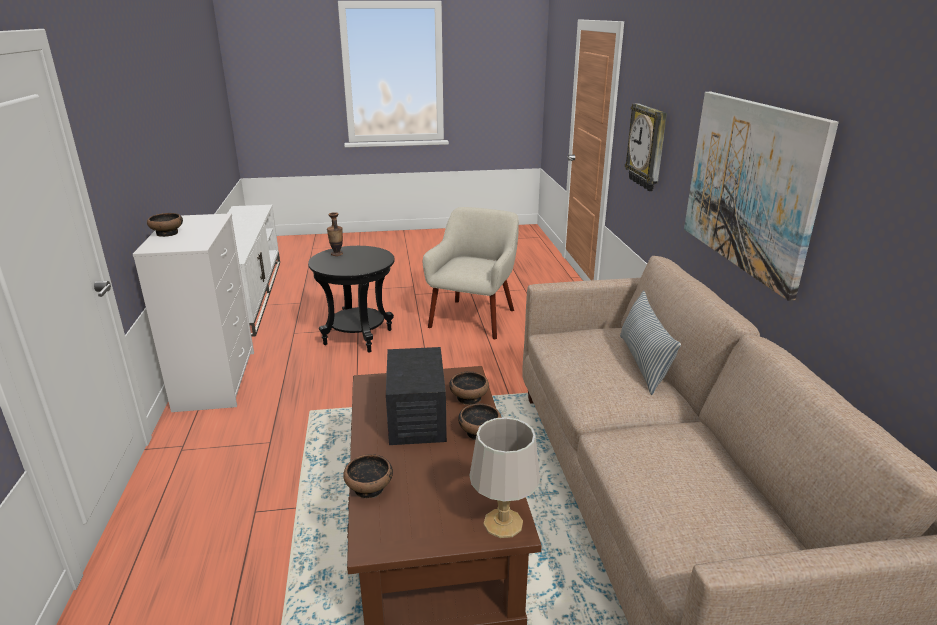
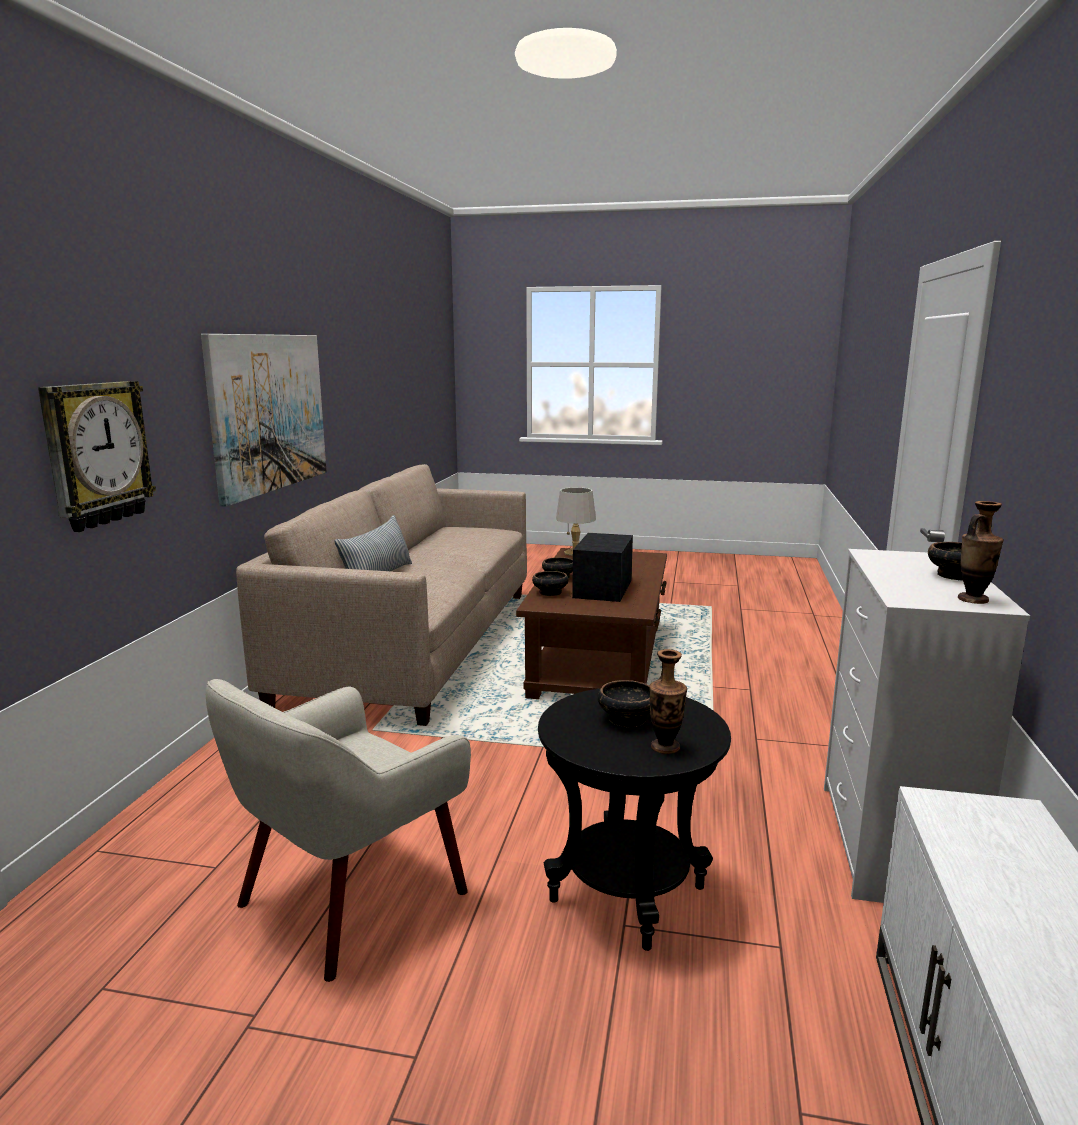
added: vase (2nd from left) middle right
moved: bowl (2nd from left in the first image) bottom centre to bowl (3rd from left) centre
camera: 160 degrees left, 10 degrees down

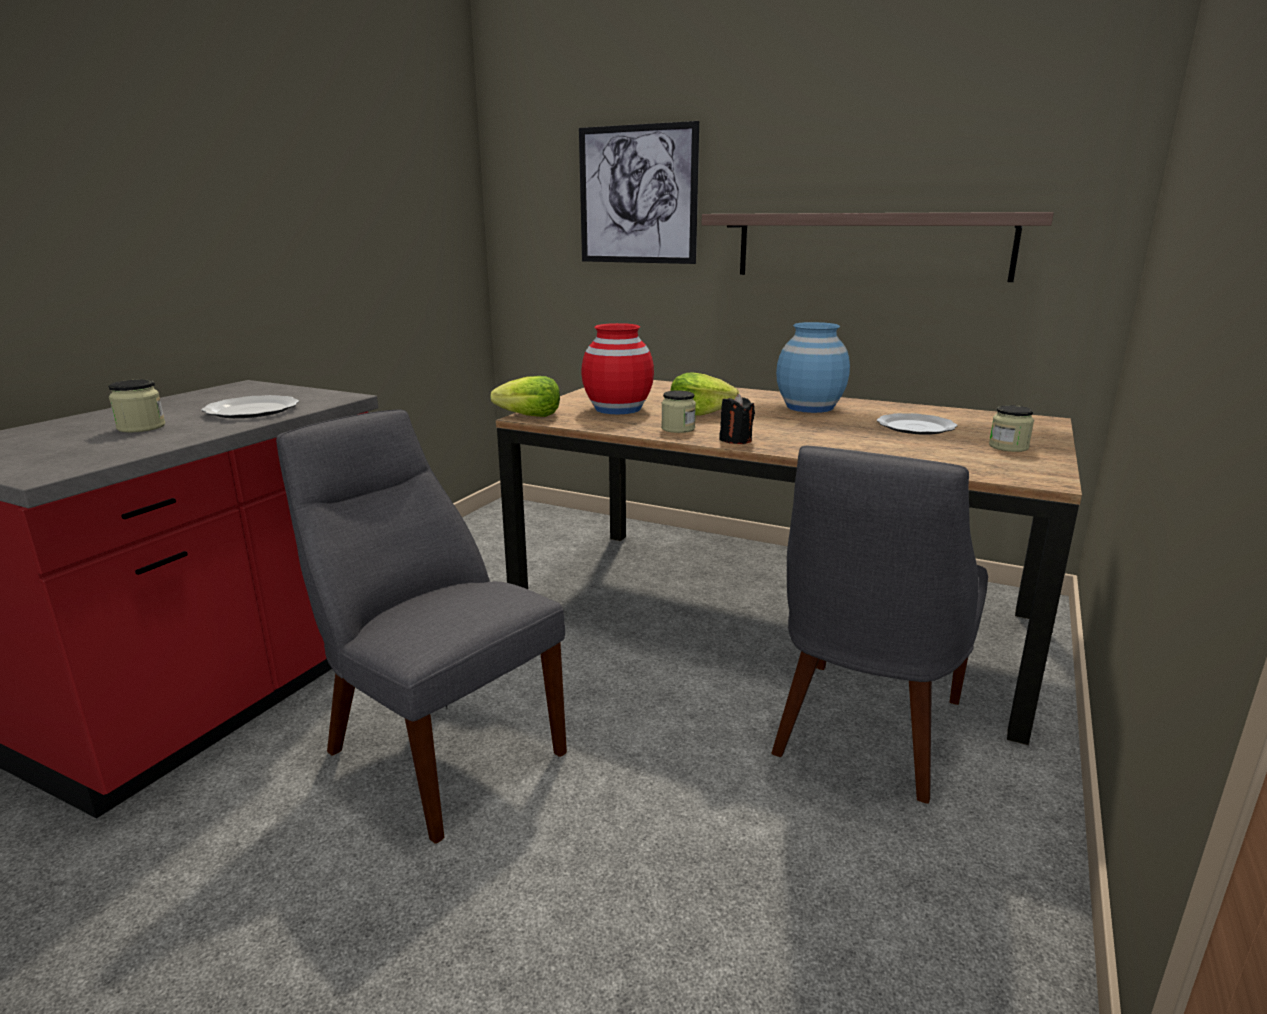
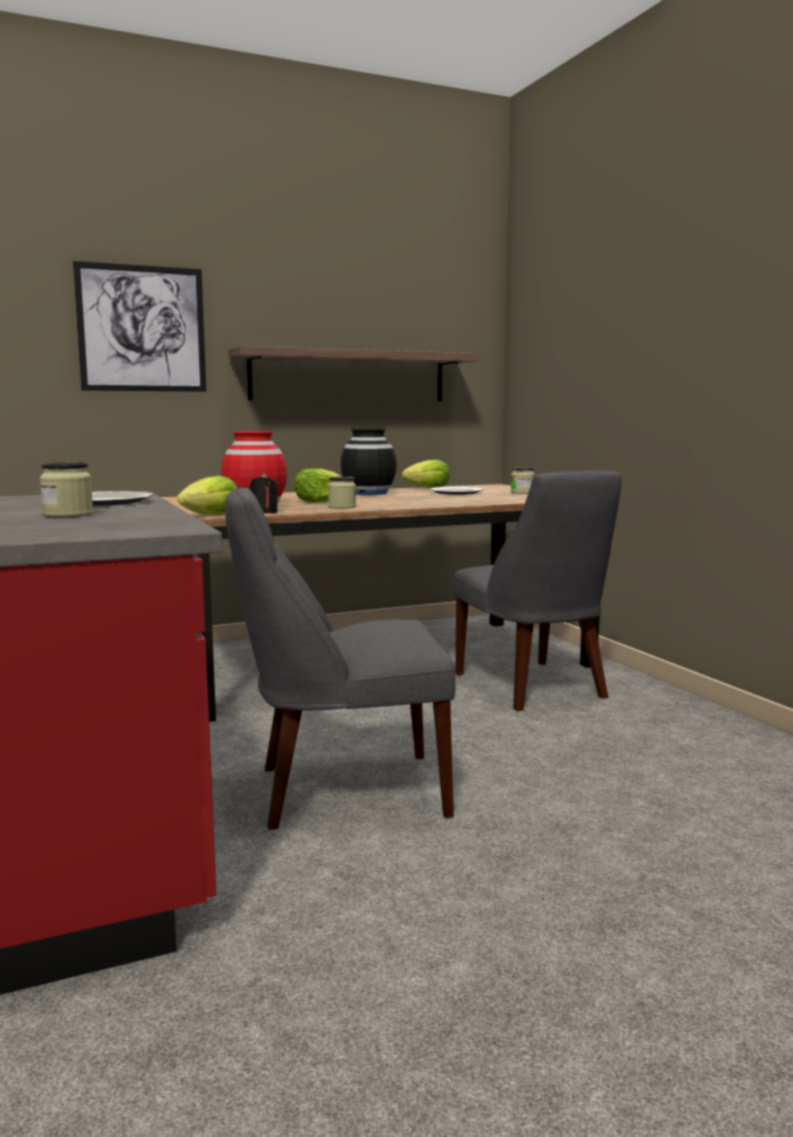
added: lettuce (3rd from left) centre
moved: black candle centre to middle left
recoloured: blue vase centre to black vase centre
camera: 50 degrees left, 10 degrees down

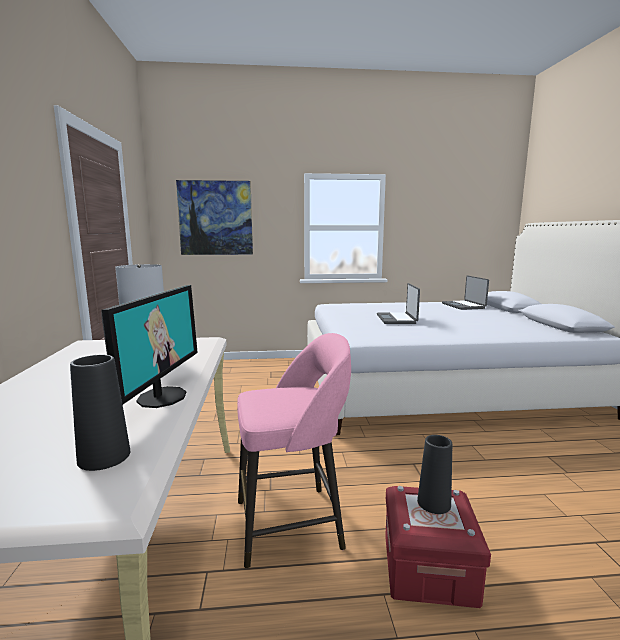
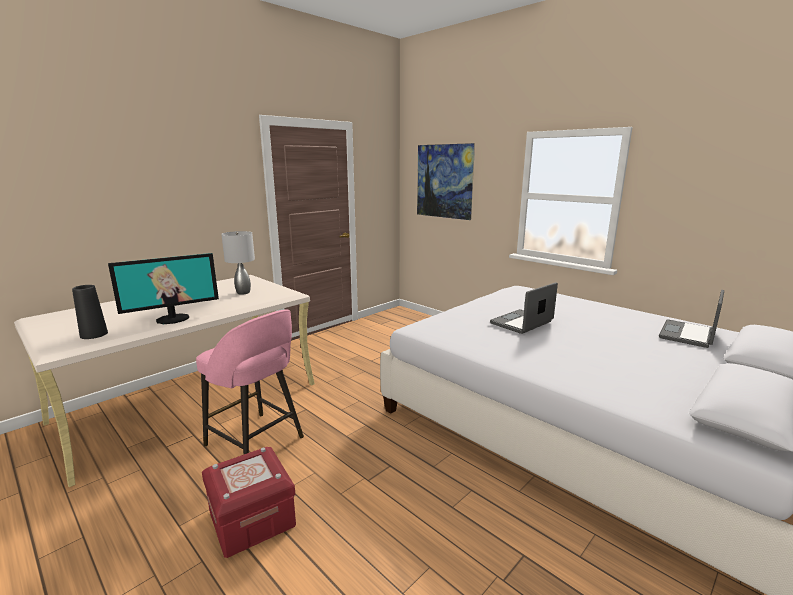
removed: black vase (2nd from left) bottom right
camera: 50 degrees right, 5 degrees up

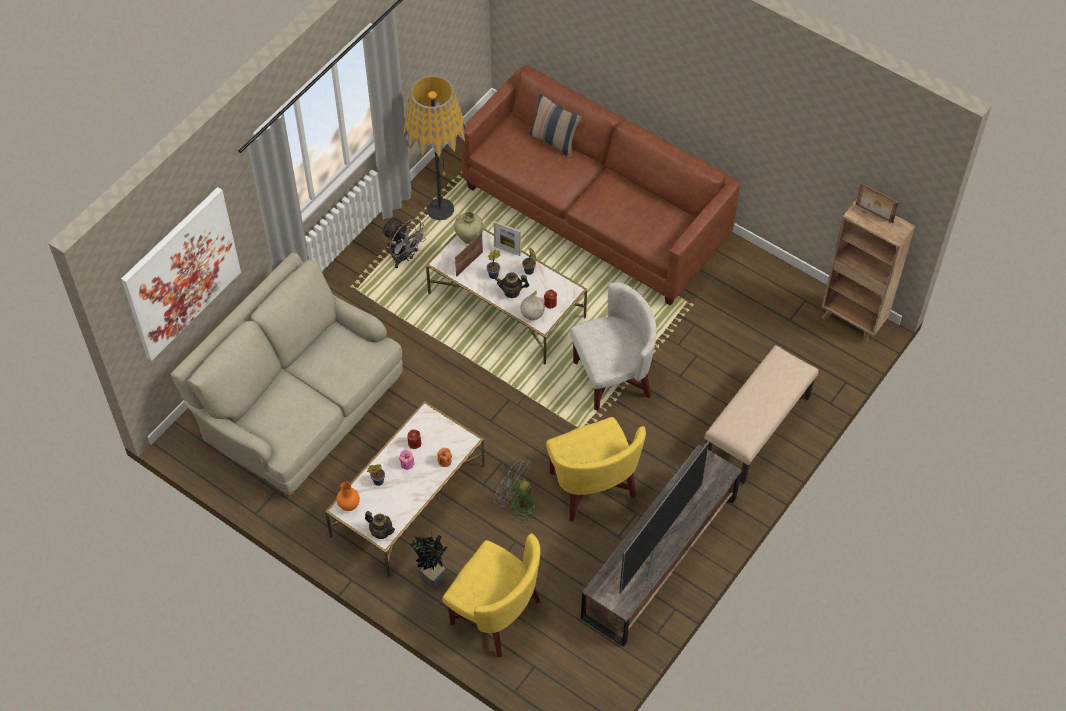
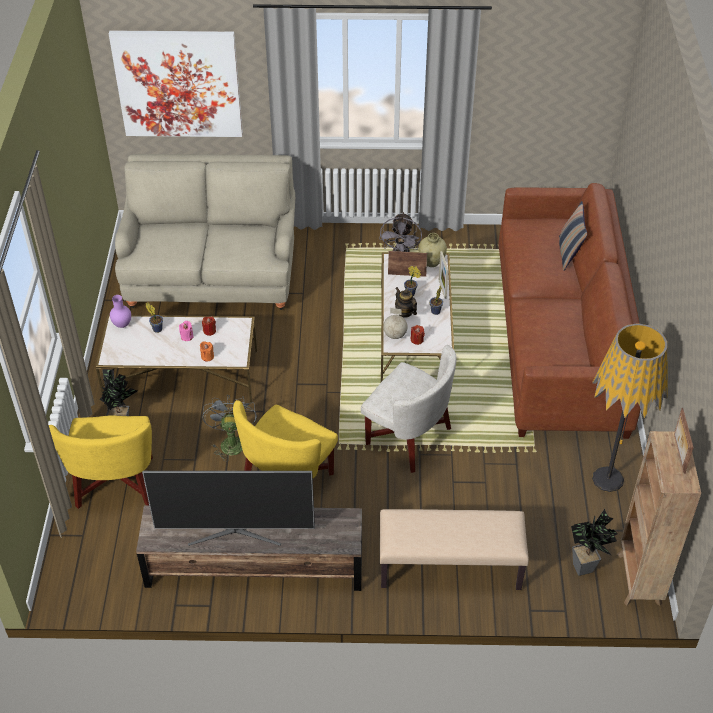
removed: teapot (1st from left) bottom centre
added: potted plant (5th from left) bottom right
moved: floor lamp top centre to middle right
recoloured: orange vase bottom left to purple vase middle left
camera: 55 degrees right, 10 degrees down

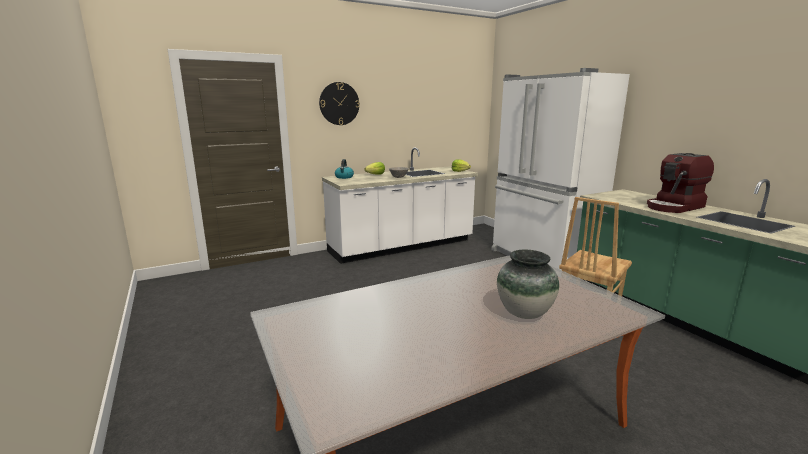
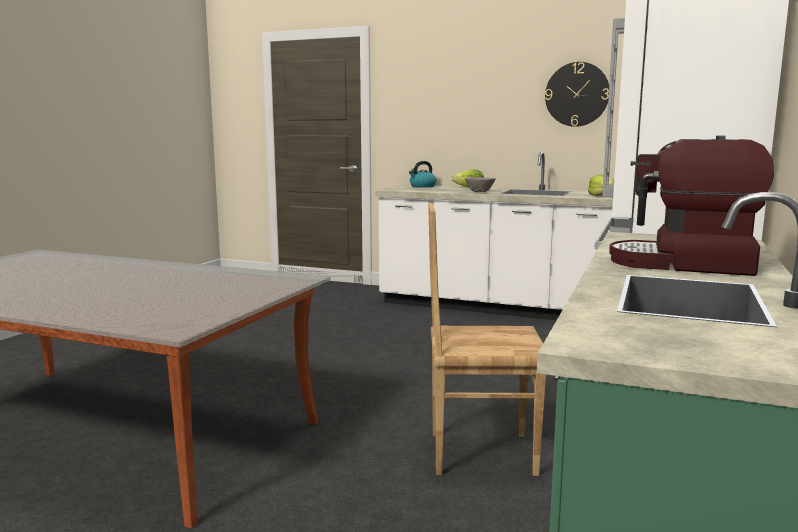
removed: vase centre
moved: wall clock top centre to top right
camera: 50 degrees right, 5 degrees down

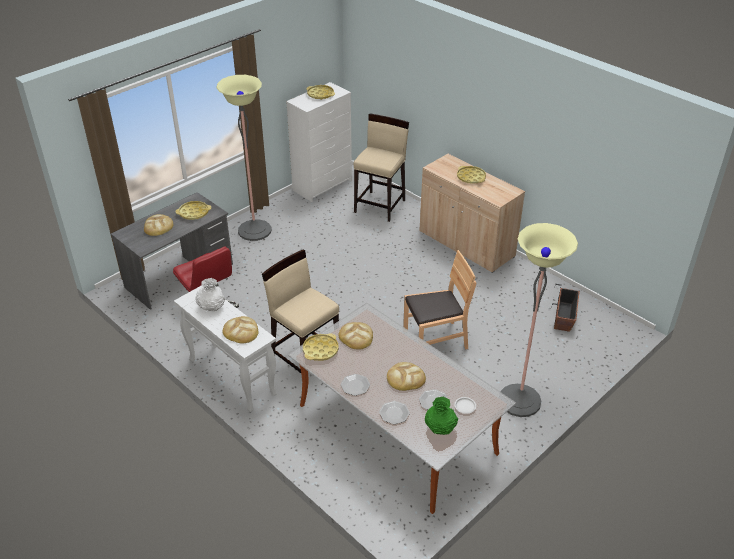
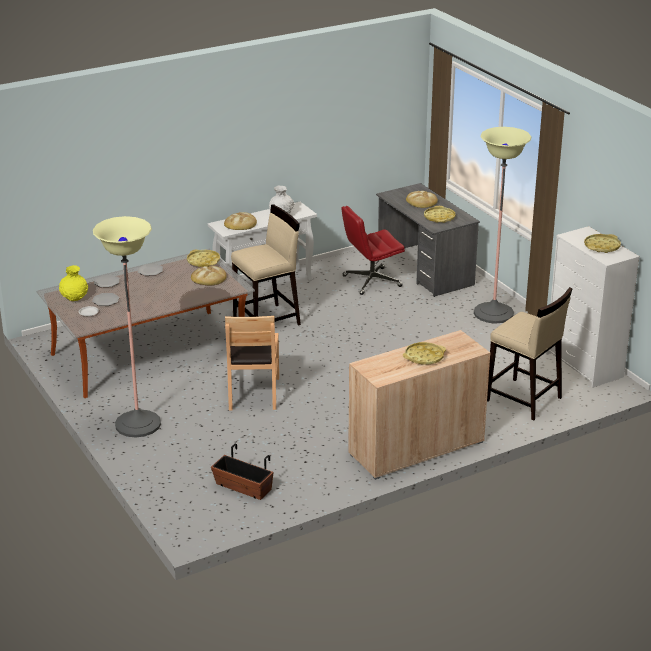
removed: bread (4th from left) bottom centre
recoloured: green vase bottom centre to yellow vase middle left
camera: 105 degrees right, 10 degrees down

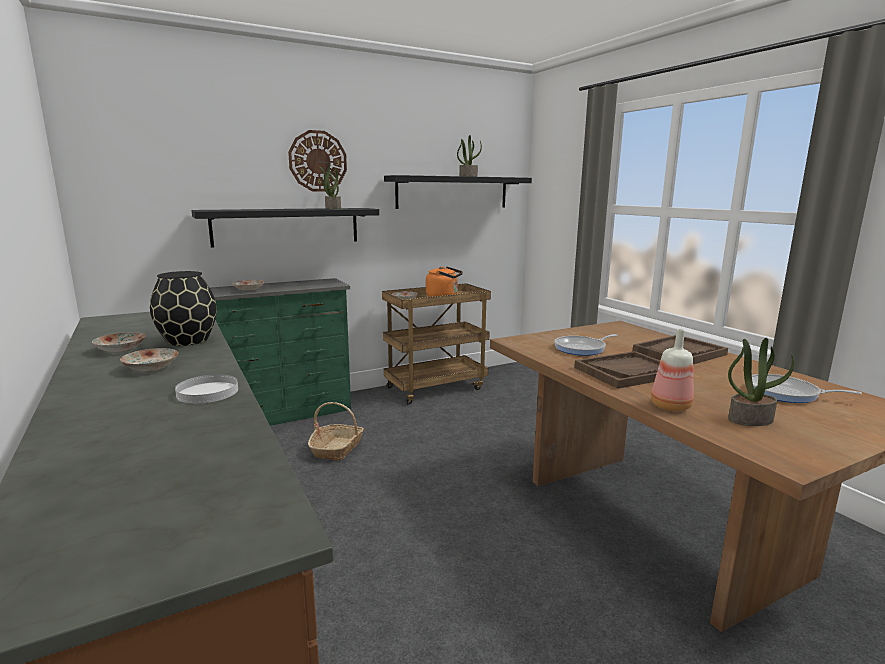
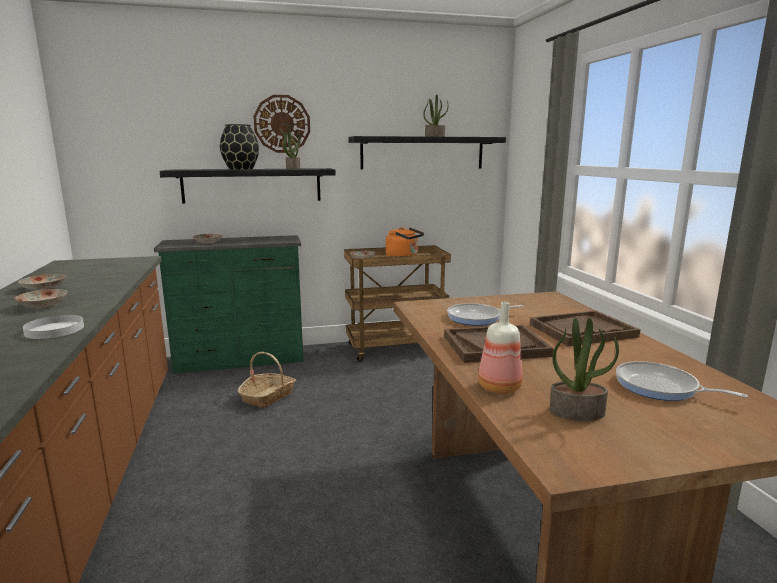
moved: black vase middle left to top left
camera: 15 degrees right, 0 degrees up

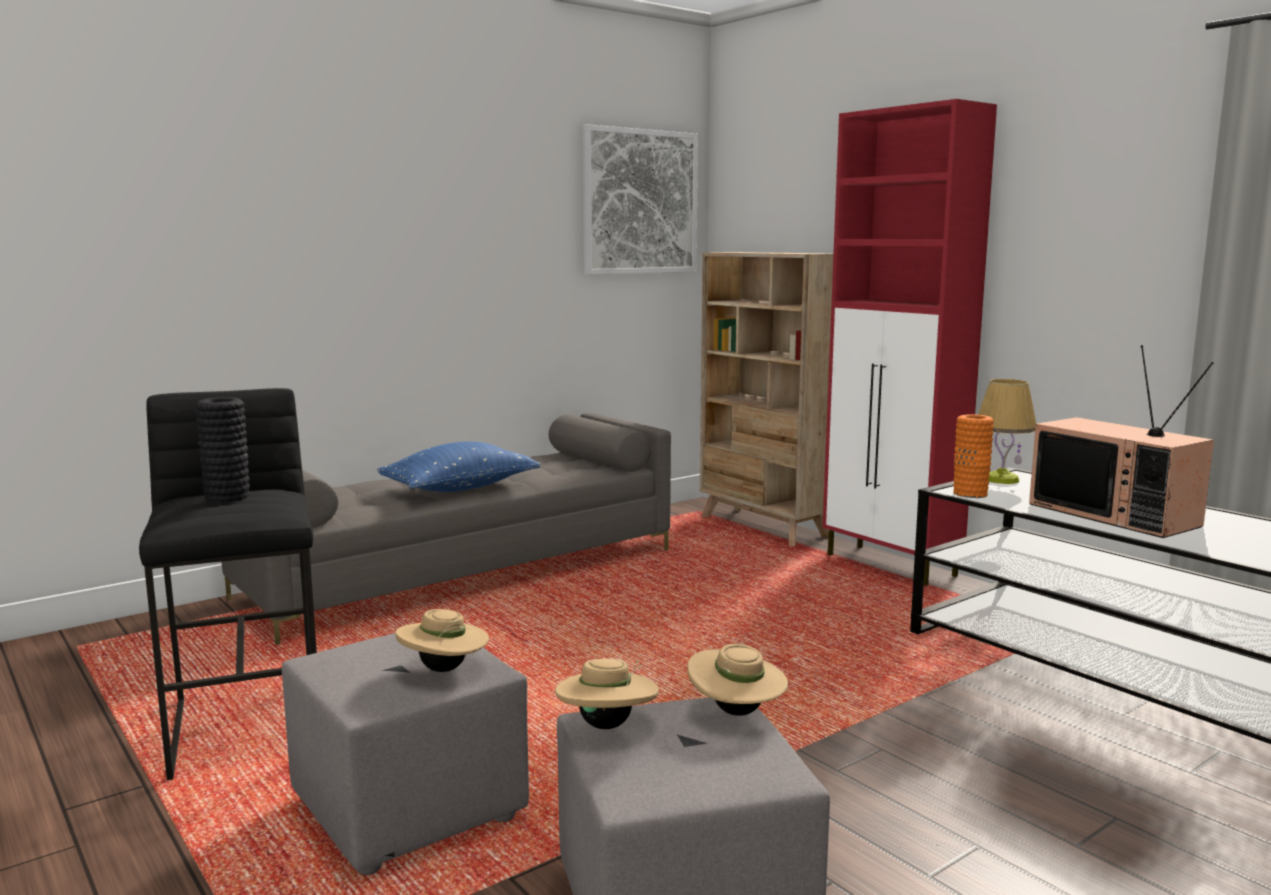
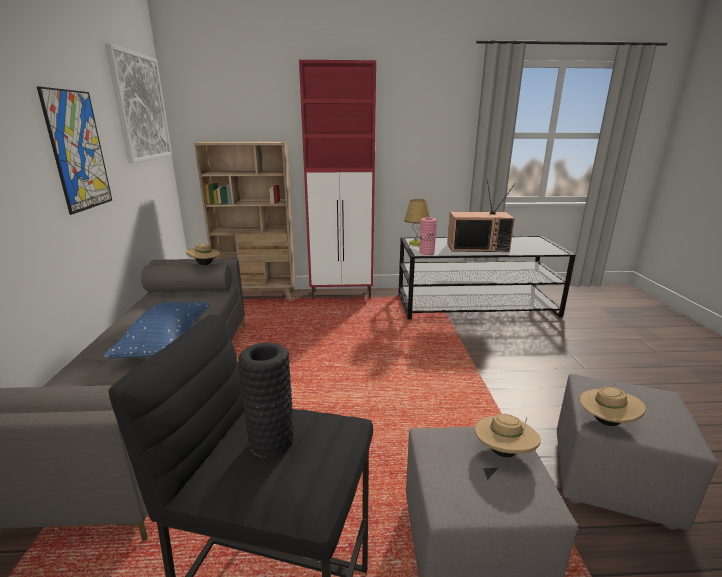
added: picture (1st from left) top left
moved: beige hat (3rd from left in the first image) bottom centre to beige hat (1st from left) middle left
recoloured: orange vase middle right to pink vase centre
camera: 55 degrees left, 10 degrees up

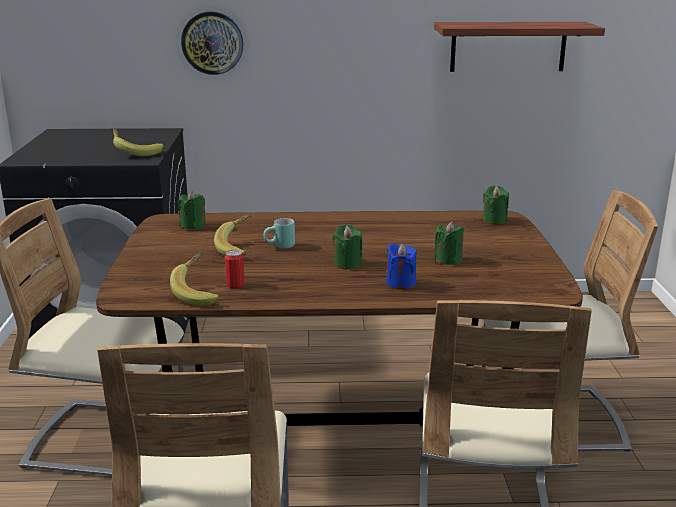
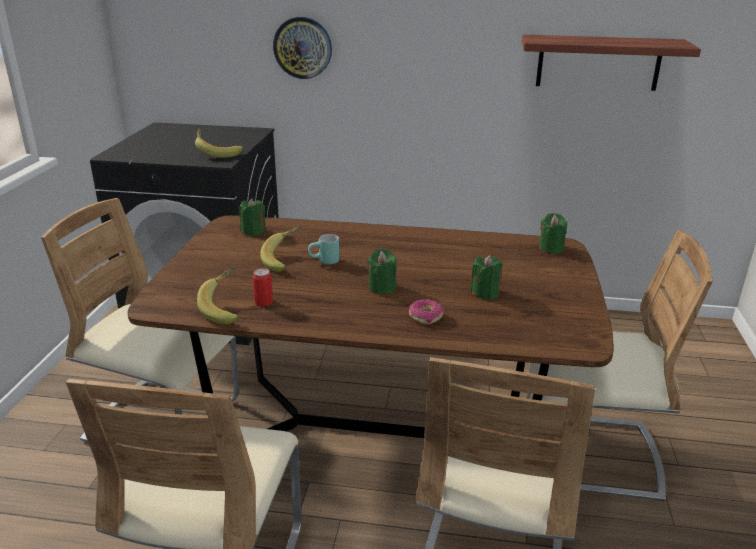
replaced: blue candle centre to donut centre
camera: 10 degrees right, 5 degrees up

